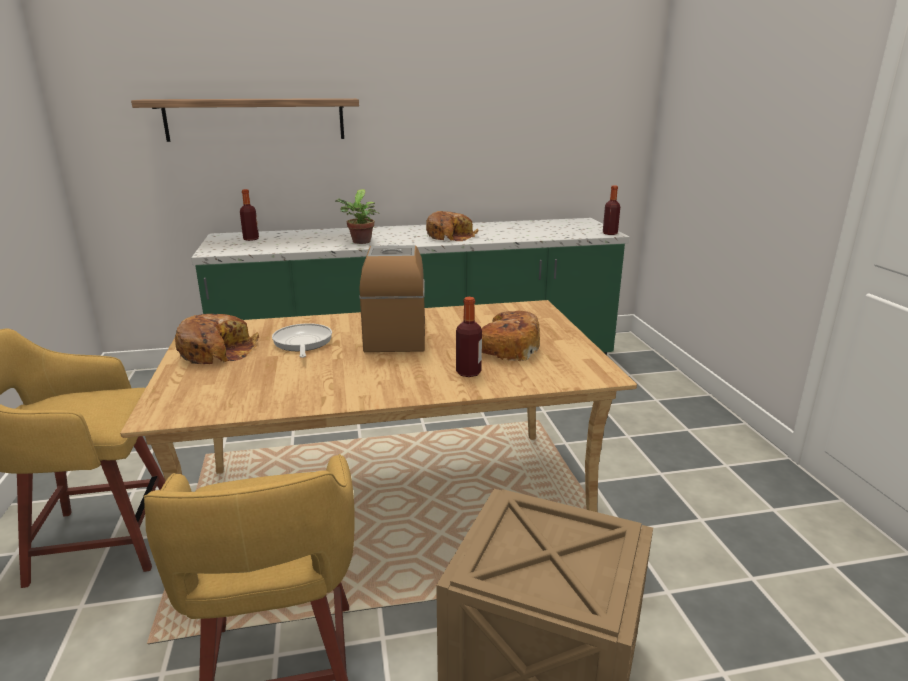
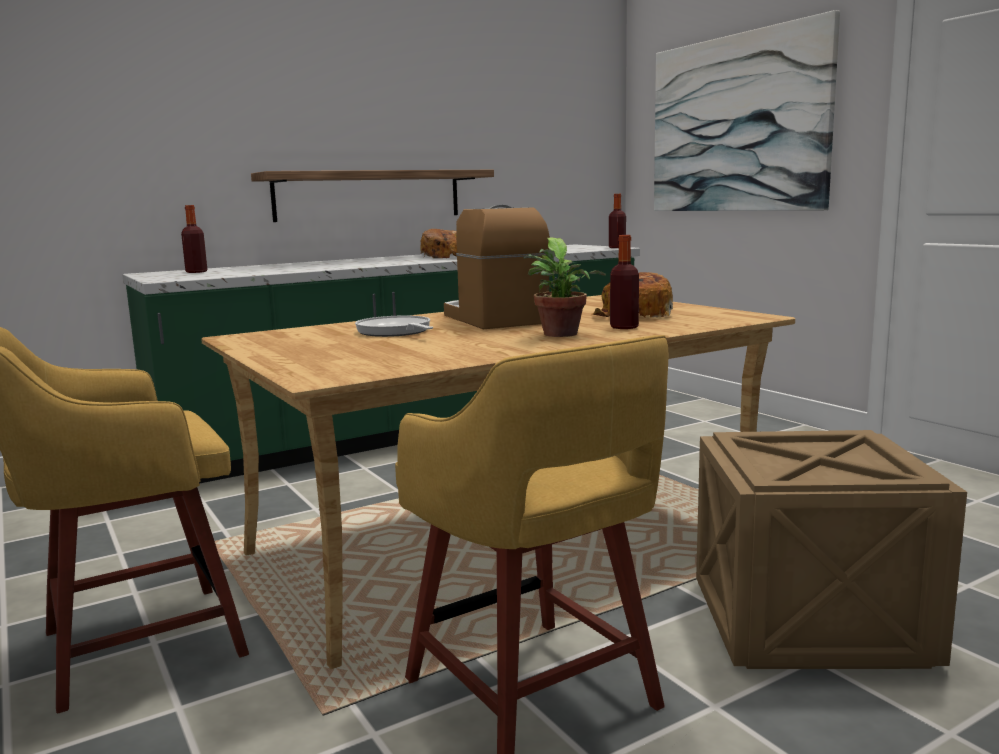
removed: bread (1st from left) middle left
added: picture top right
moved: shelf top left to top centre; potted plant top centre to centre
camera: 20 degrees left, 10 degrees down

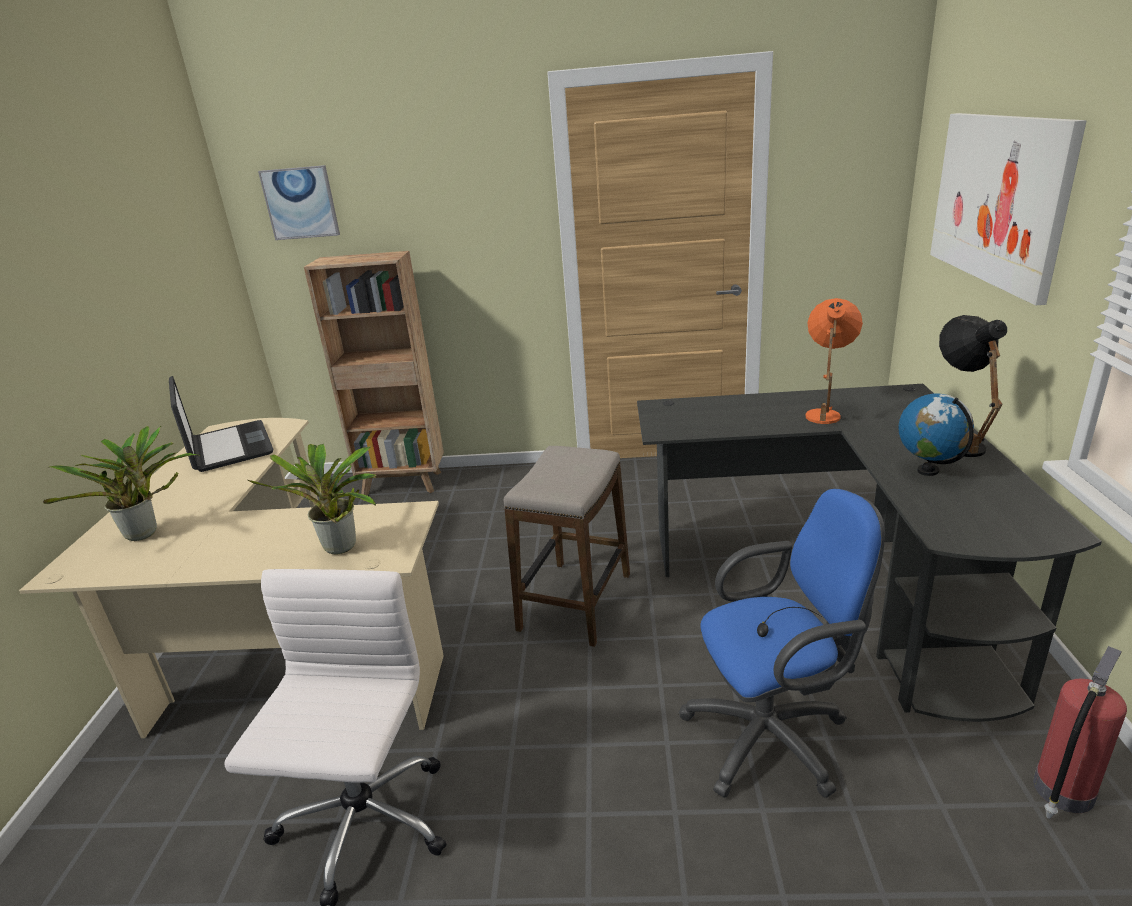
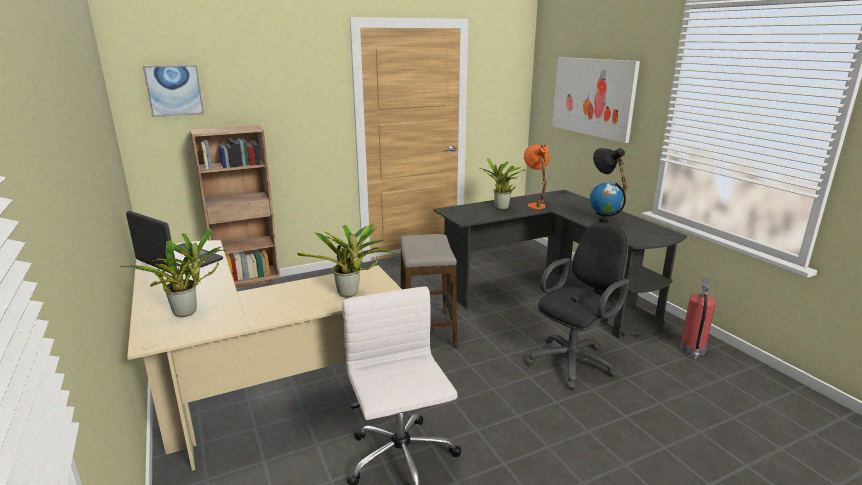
added: potted plant (3rd from left) centre
recoloured: blue office chair bottom right to black office chair middle right
camera: 30 degrees left, 5 degrees down

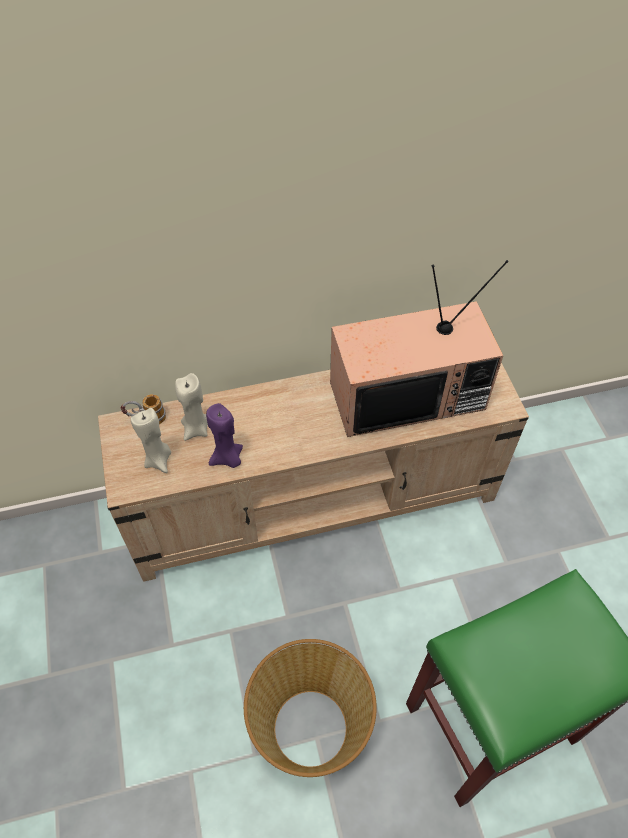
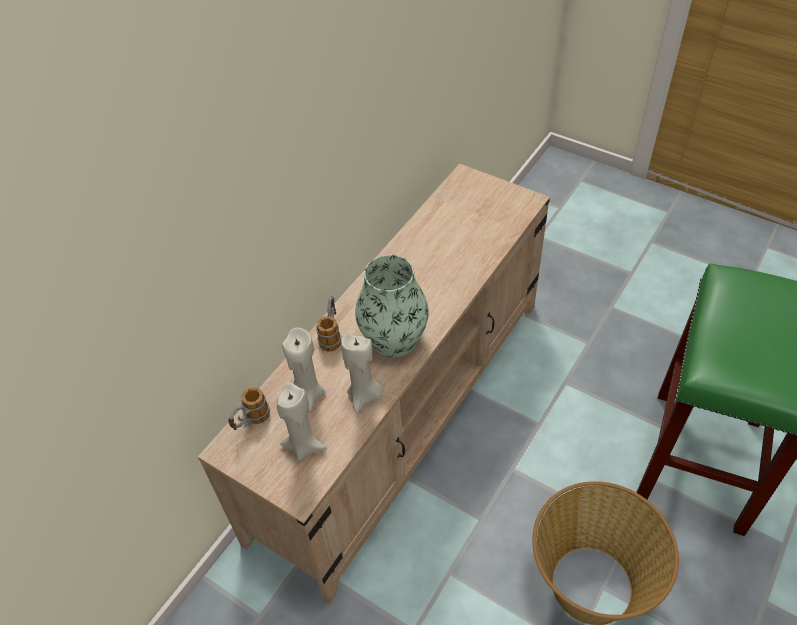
removed: television middle right
added: vase centre; mug (2nd from left) centre
recoloured: purple candle centre to beige candle (3rd from left) centre
camera: 40 degrees left, 5 degrees down

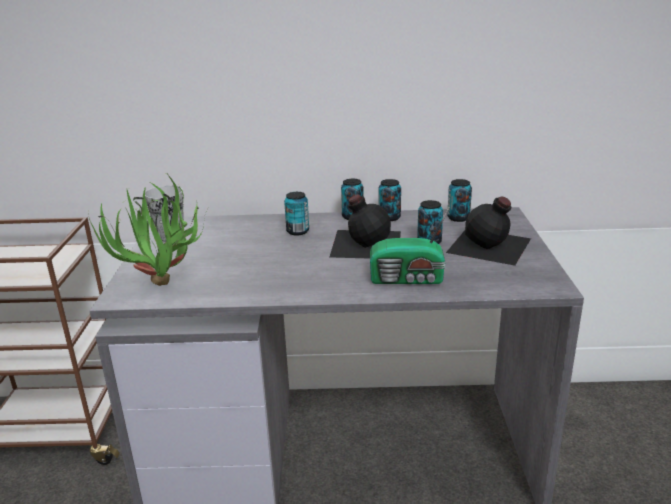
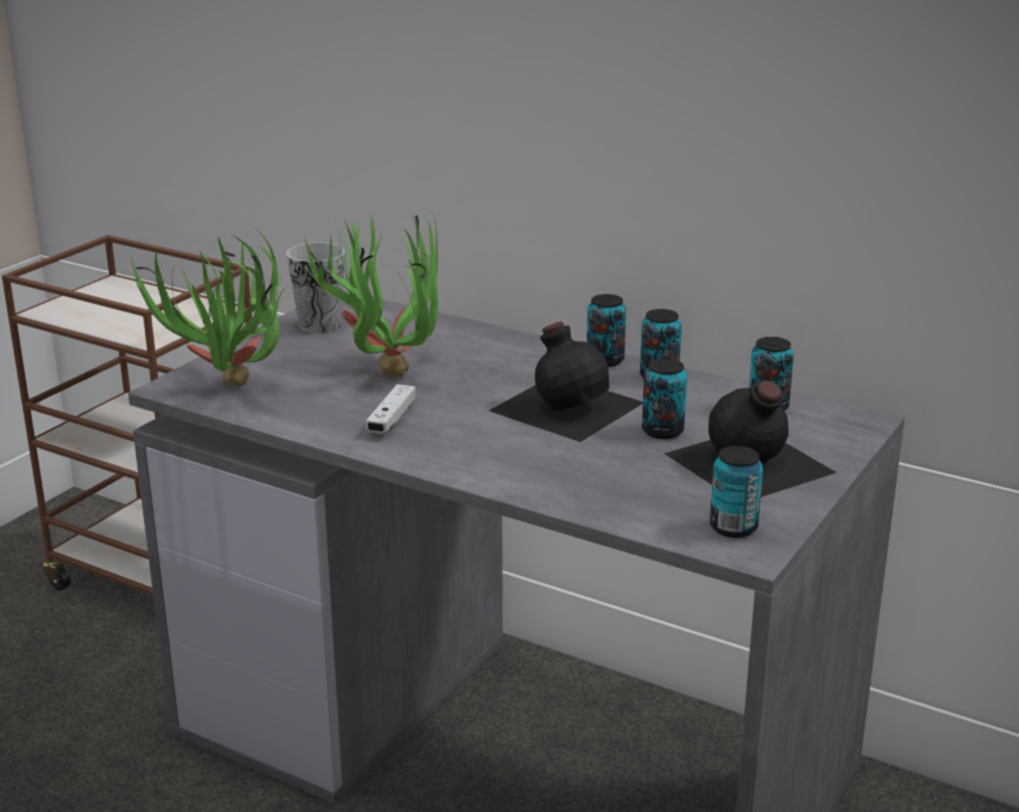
removed: radio centre
added: potted plant (2nd from left) centre; white game controller centre
moved: can (1st from left in the first image) centre to can (4th from left) middle right
camera: 30 degrees right, 0 degrees up

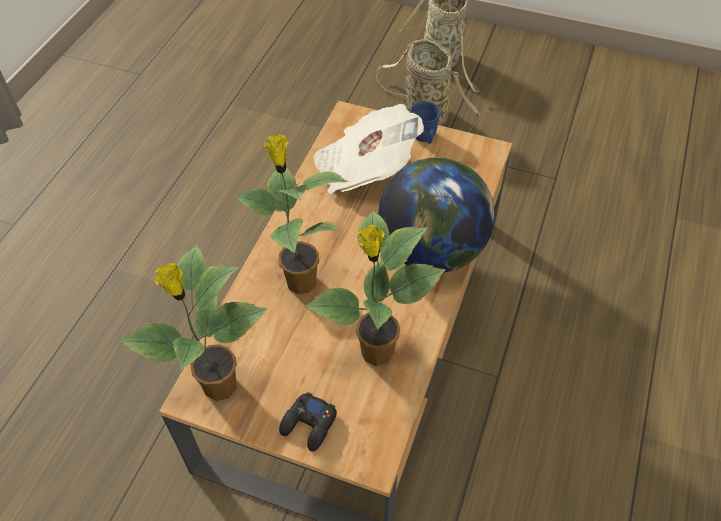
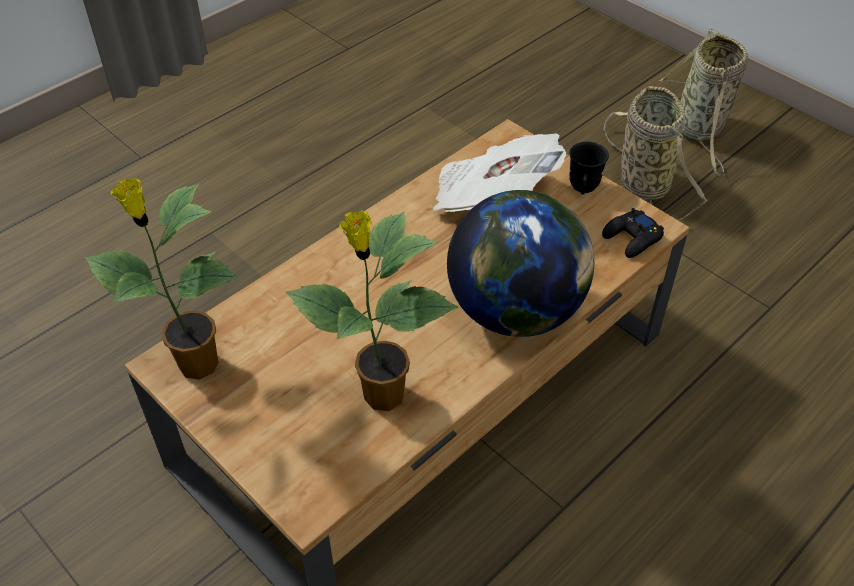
removed: potted plant (2nd from left) centre
moved: black game controller bottom centre to middle right
recoloured: blue mug top centre to black mug top right
camera: 25 degrees right, 5 degrees down

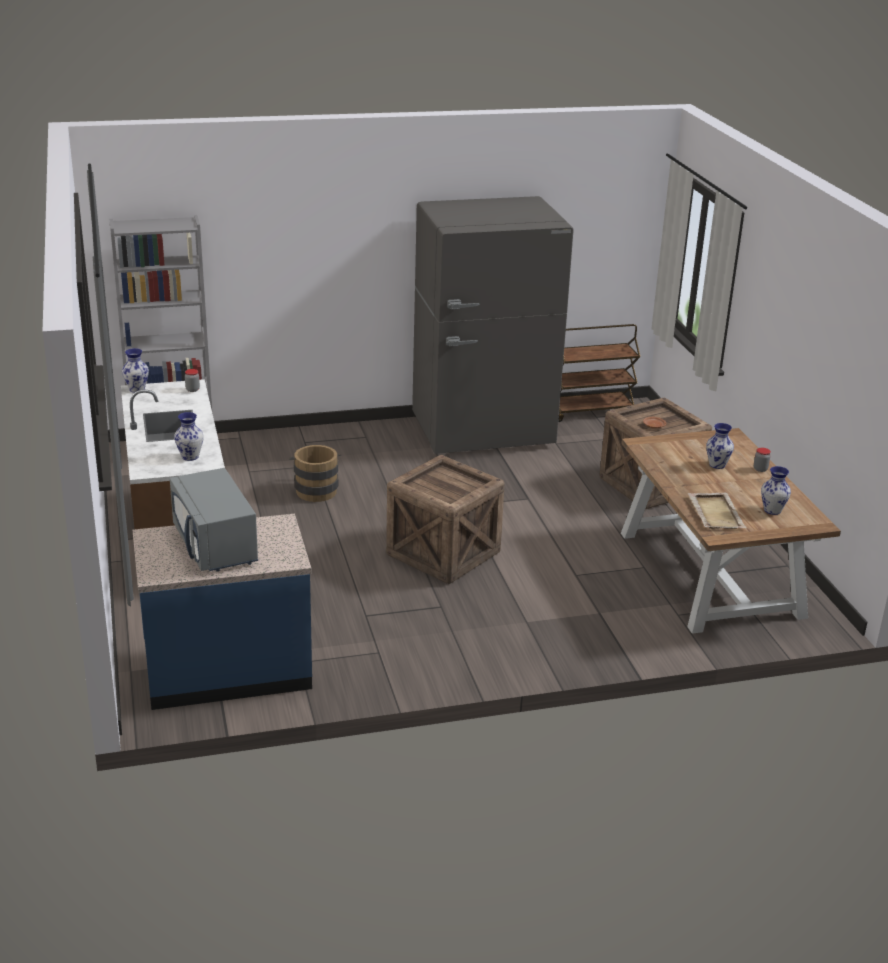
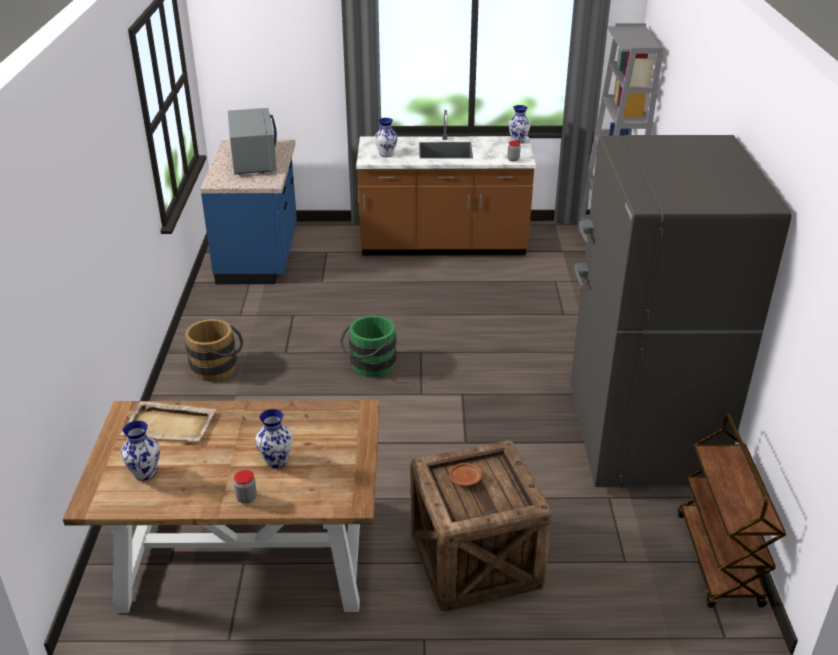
moved: brown bucket centre to middle left
replaced: crate (1st from left) centre to green bucket centre
turned: grey microwave middle left = top left 90 degrees clockwise
camera: 105 degrees right, 5 degrees up

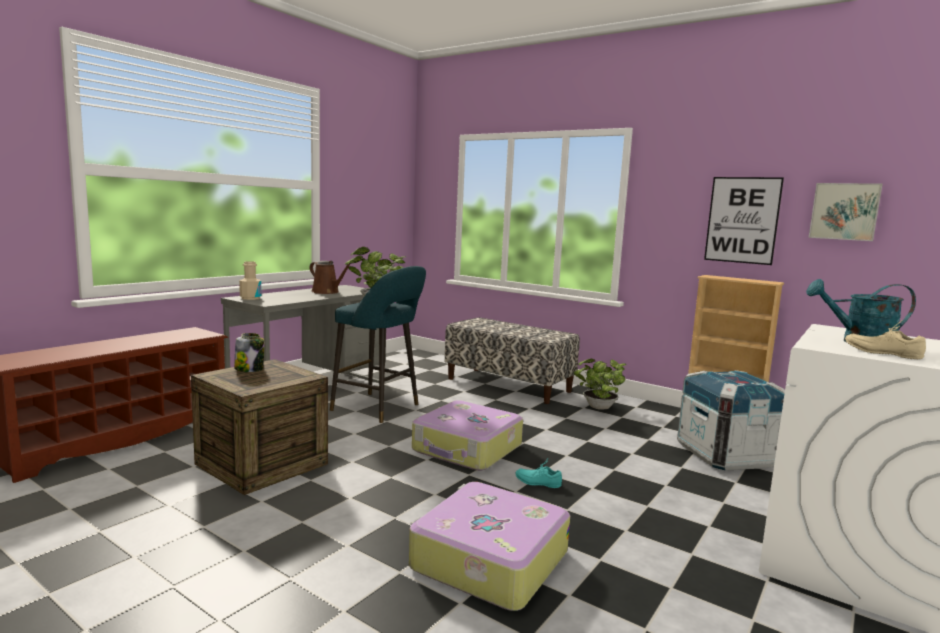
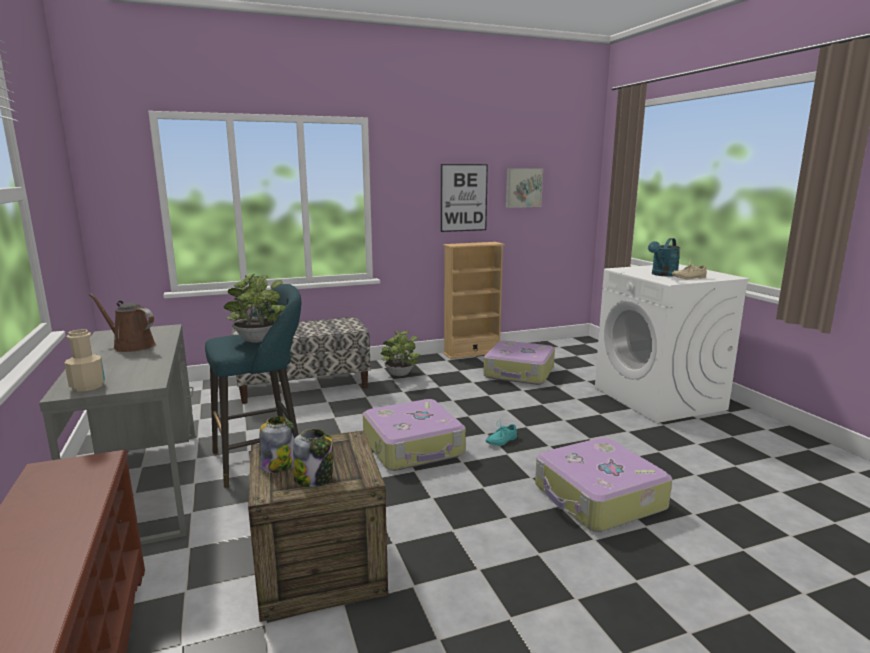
added: jar (2nd from left) bottom centre
replaced: crate (2nd from left) middle right to suitcase (2nd from left) centre
turned: brown watering can centre = middle left 135 degrees counterclockwise
camera: 55 degrees left, 5 degrees up

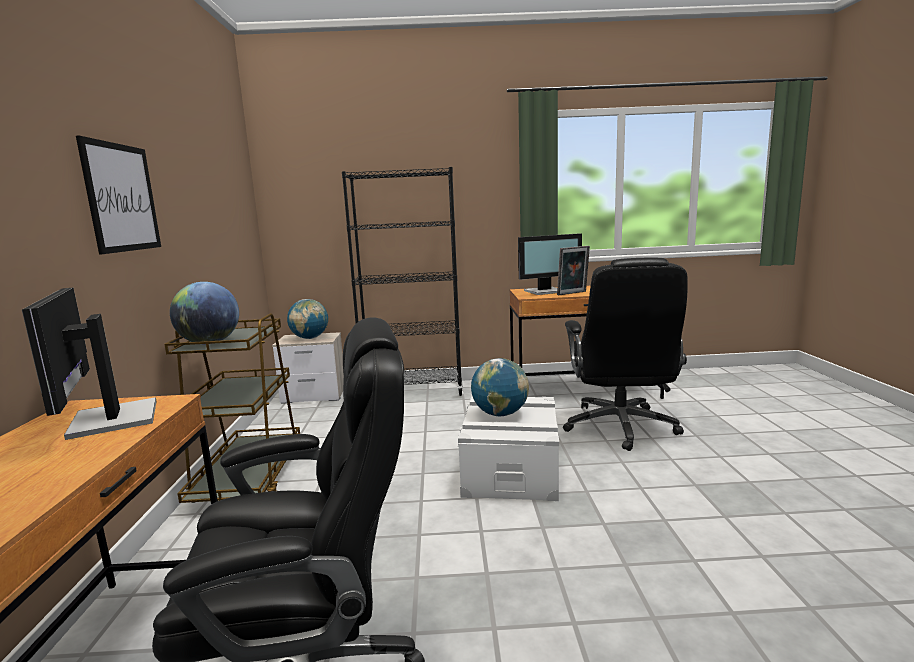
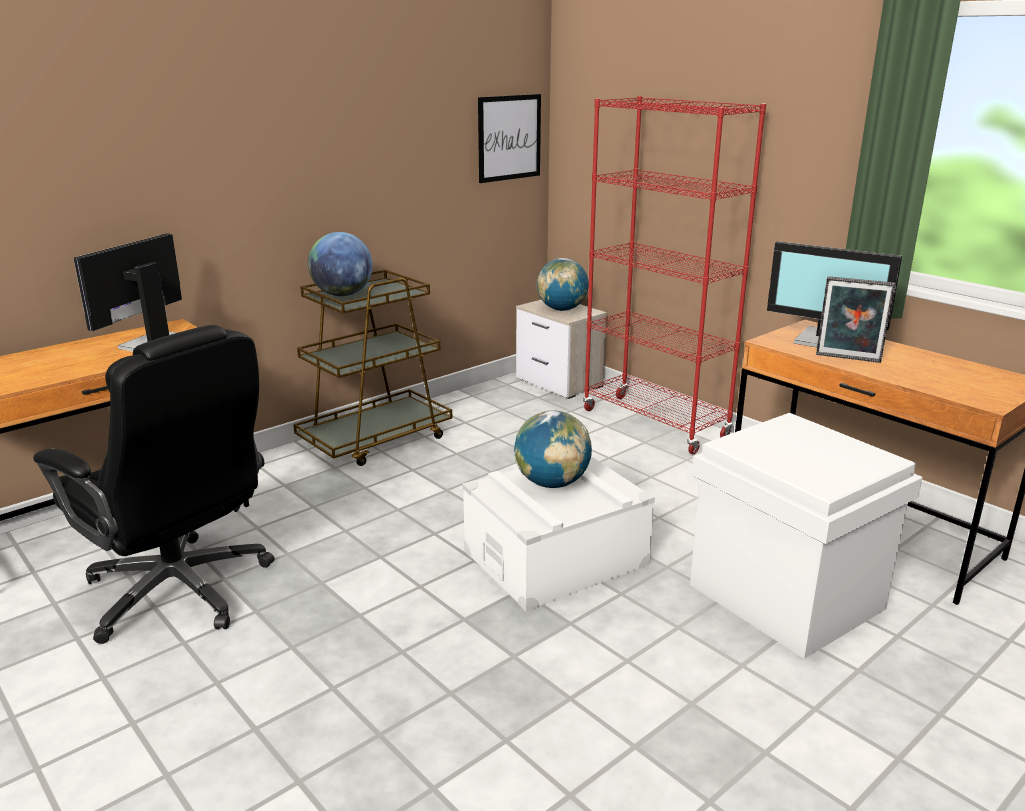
moved: picture top left to top centre
replaced: black office chair (2nd from left) middle right to white storage box (2nd from left) middle right
recoloured: black bookcase centre to red bookcase centre
camera: 50 degrees right, 10 degrees up

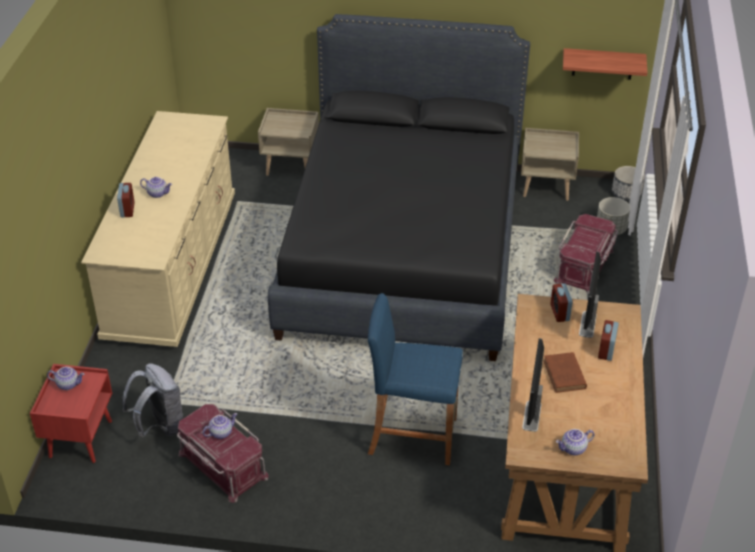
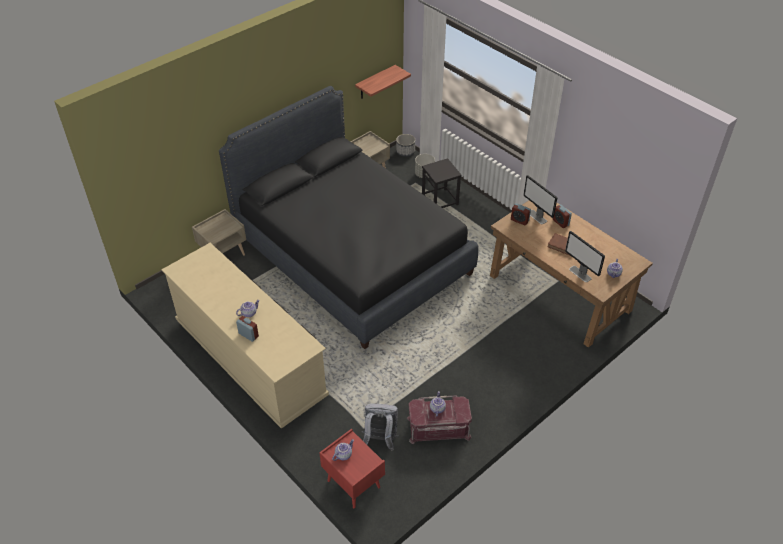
removed: blue stool bottom centre
replaced: red storage box (2nd from left) middle right to black stool centre
camera: 50 degrees left, 5 degrees up

